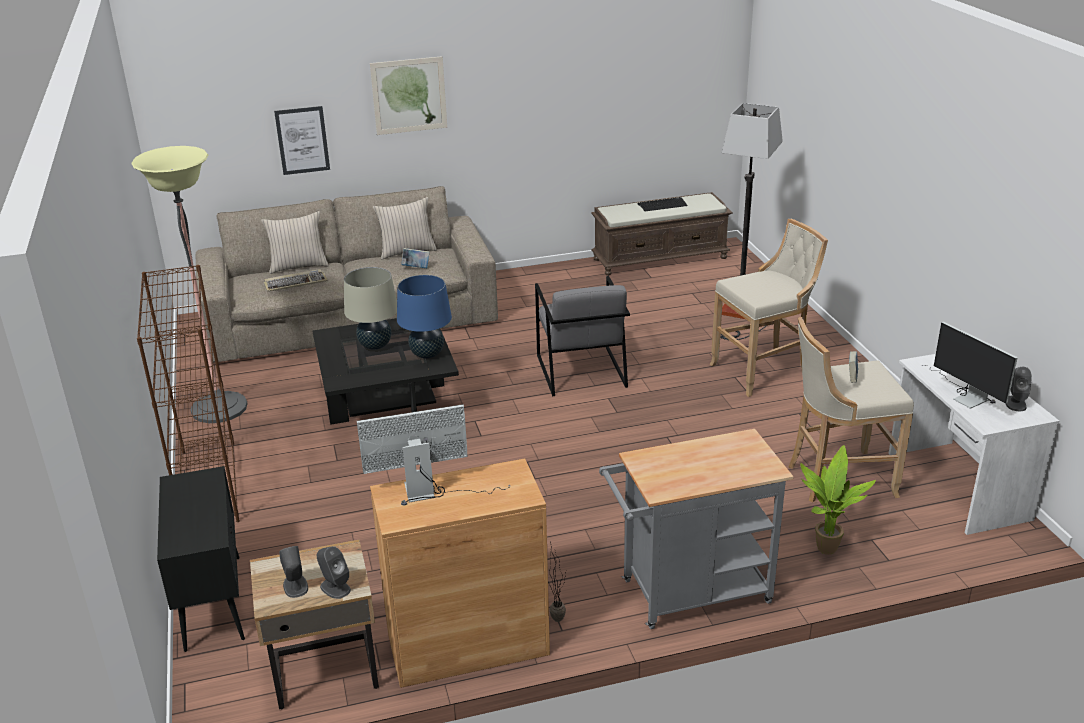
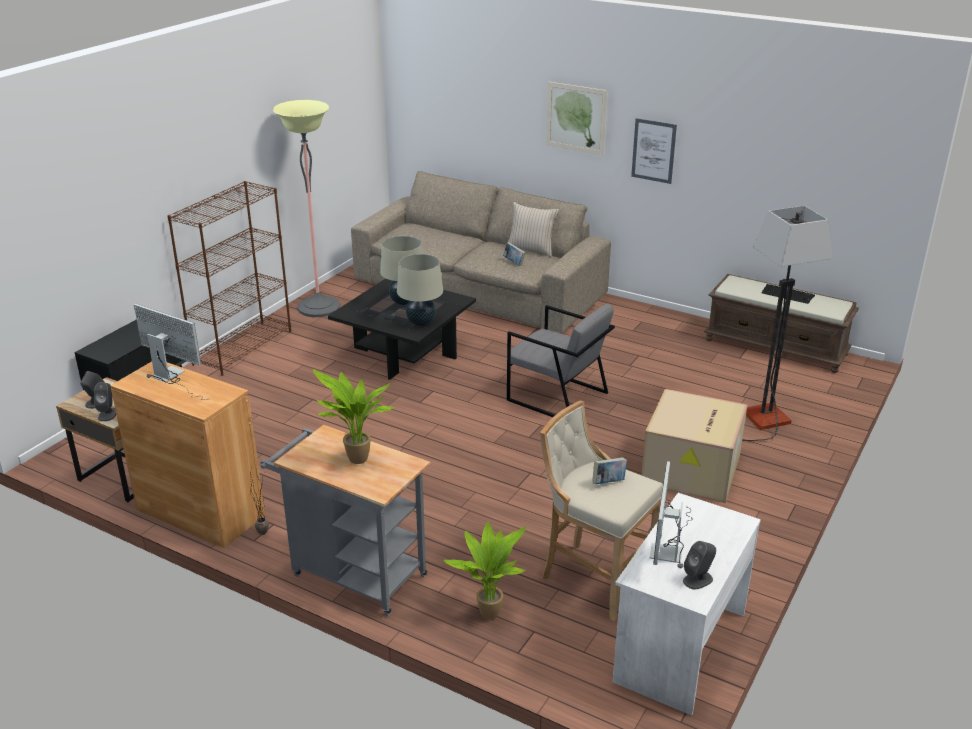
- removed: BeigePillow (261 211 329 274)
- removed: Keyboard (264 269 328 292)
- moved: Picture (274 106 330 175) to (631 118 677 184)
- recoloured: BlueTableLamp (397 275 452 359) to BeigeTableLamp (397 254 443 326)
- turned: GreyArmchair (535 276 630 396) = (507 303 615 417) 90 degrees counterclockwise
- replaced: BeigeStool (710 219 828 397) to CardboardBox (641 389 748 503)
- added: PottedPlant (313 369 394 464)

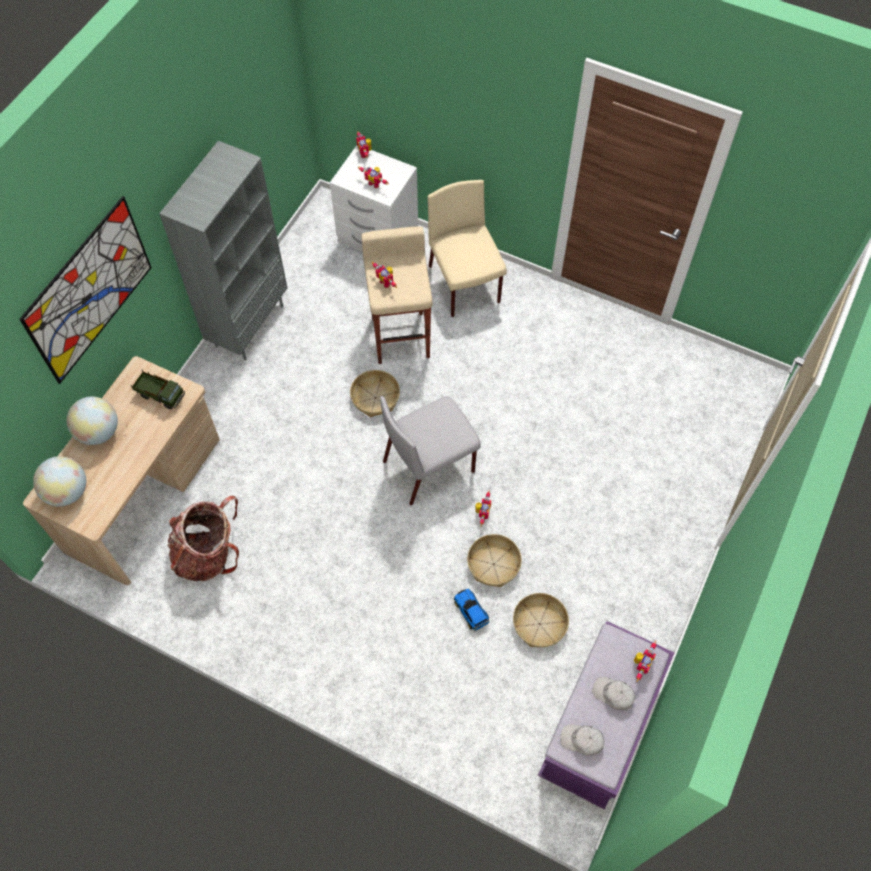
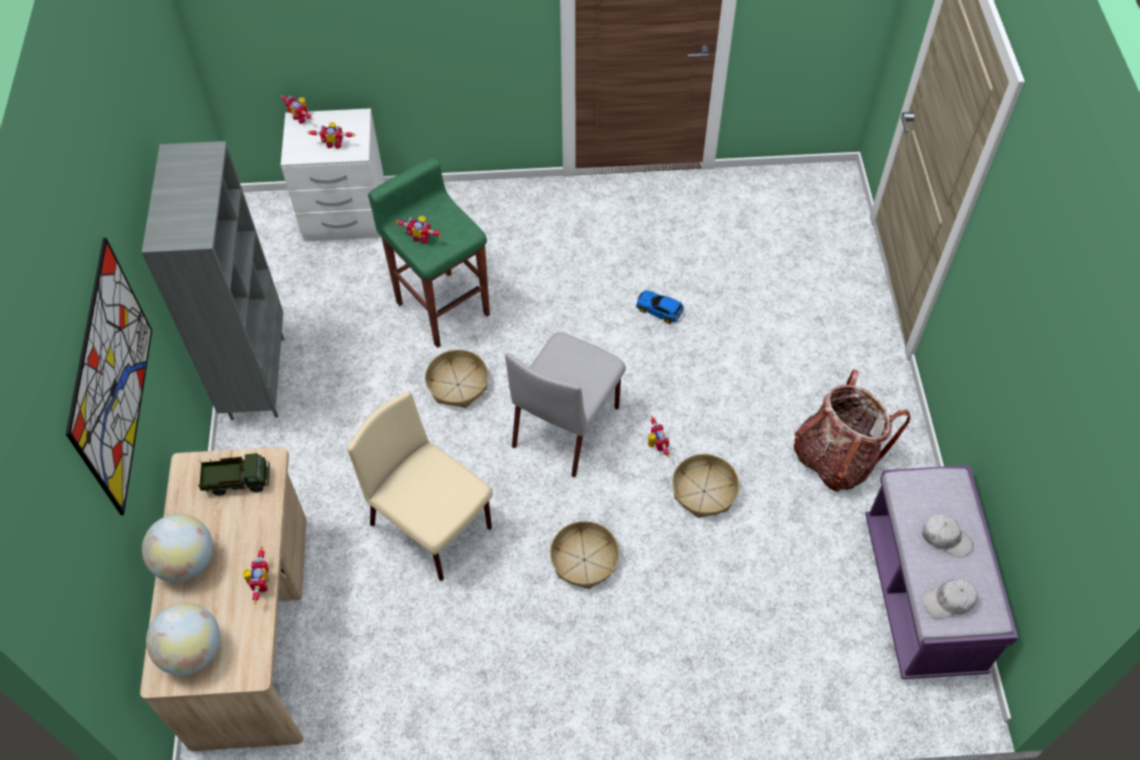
- moved: Backpack (167 496 239 581) to (794 370 911 492)
- recoloured: BeigeStool (361 226 432 364) to GreenStool (368 158 490 348)
- moved: BeigeChair (428 180 507 317) to (347 391 493 581)
- moved: ToyCar (454 589 489 631) to (636 290 684 324)
- moved: Basket (513 593 569 647) to (550 521 619 589)
- turned: WhiteCap (592 677 635 710) = (922 514 973 558) 150 degrees counterclockwise
- moved: ToyRobot (634 641 656 682) to (242 546 269 605)

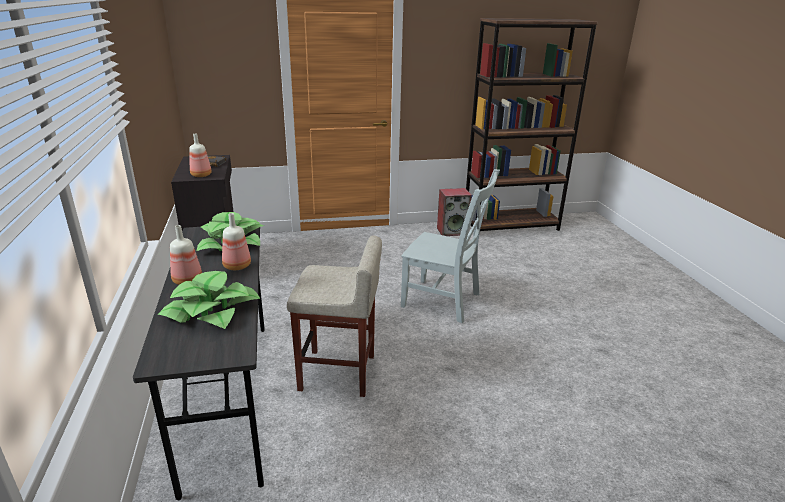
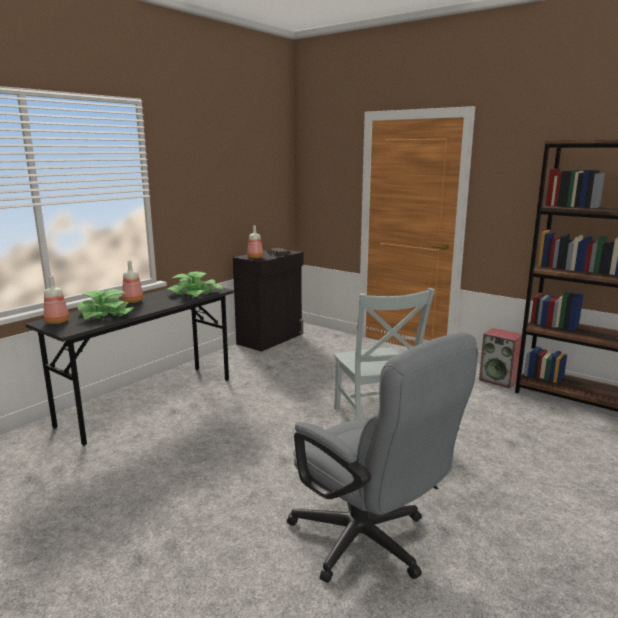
- moved: Bottle (222 213 251 270) to (44 276 69 324)
- removed: BeigeStool (287 236 382 397)
- added: GreyOfficeChair (287 332 478 583)

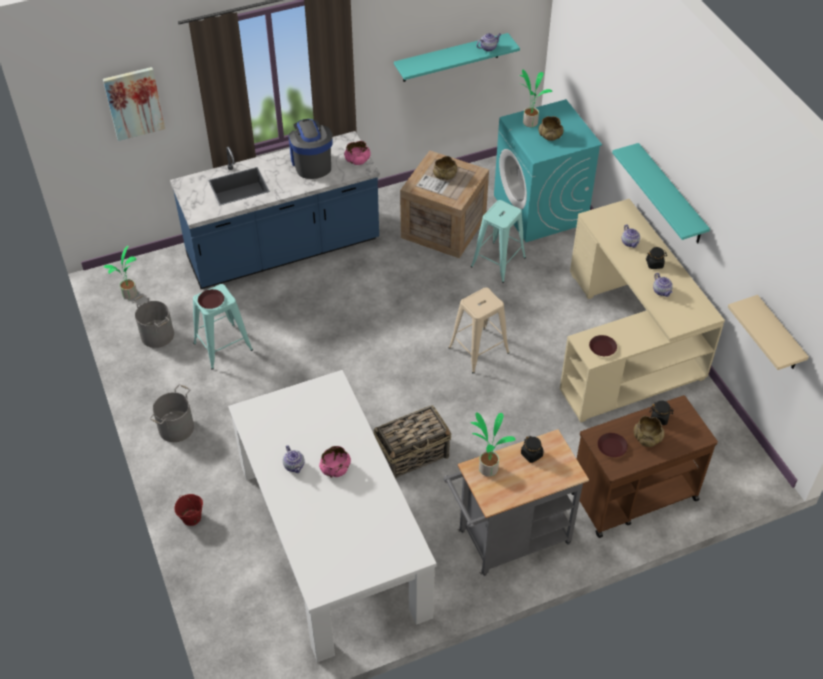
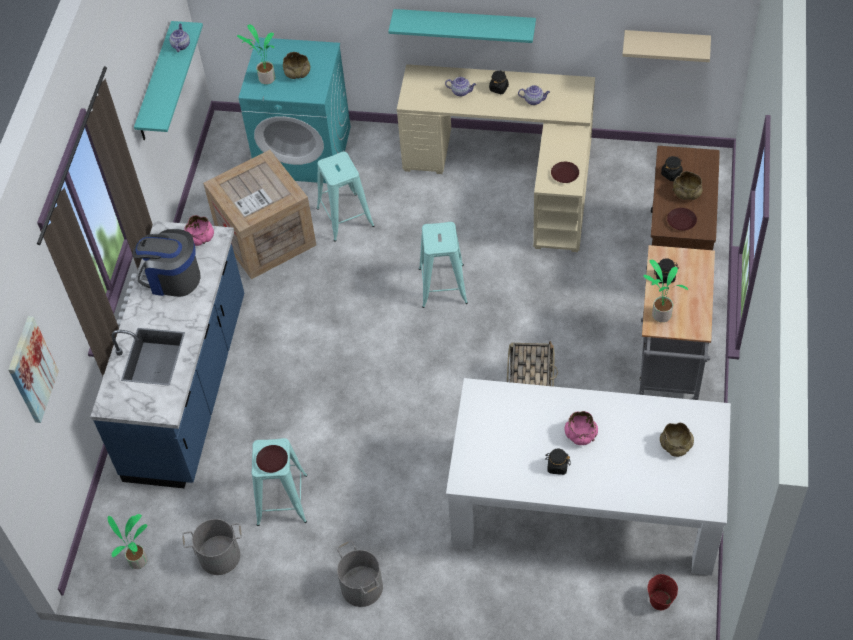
- moved: RedBucket (174 494 203 526) to (647 574 678 610)
- replaced: Teapot (283 445 305 473) to BlackJar (545 448 571 475)
- moved: BeigeBowl (433 156 457 180) to (660 422 694 457)
- recoloured: BeigeStool (448 287 510 373) to TurquoiseStool (419 222 468 308)

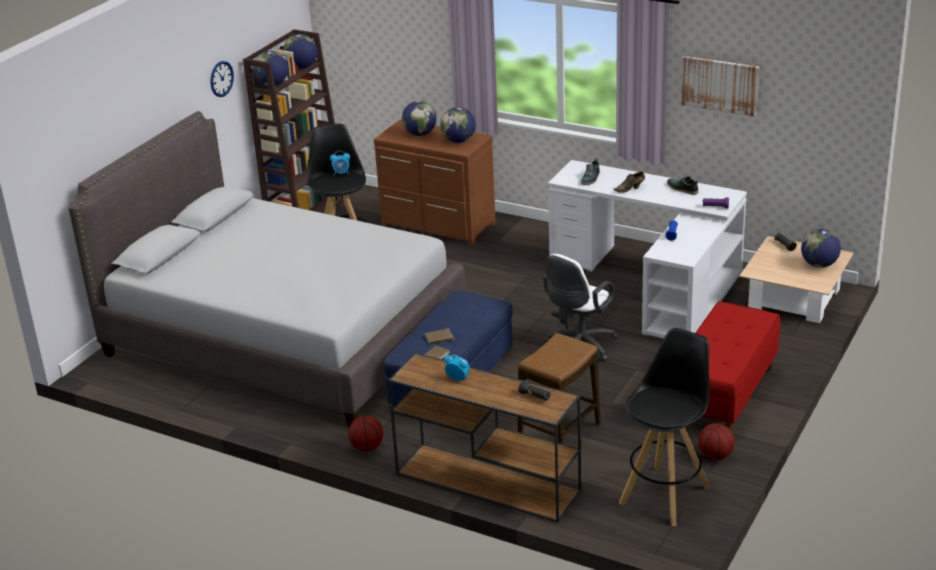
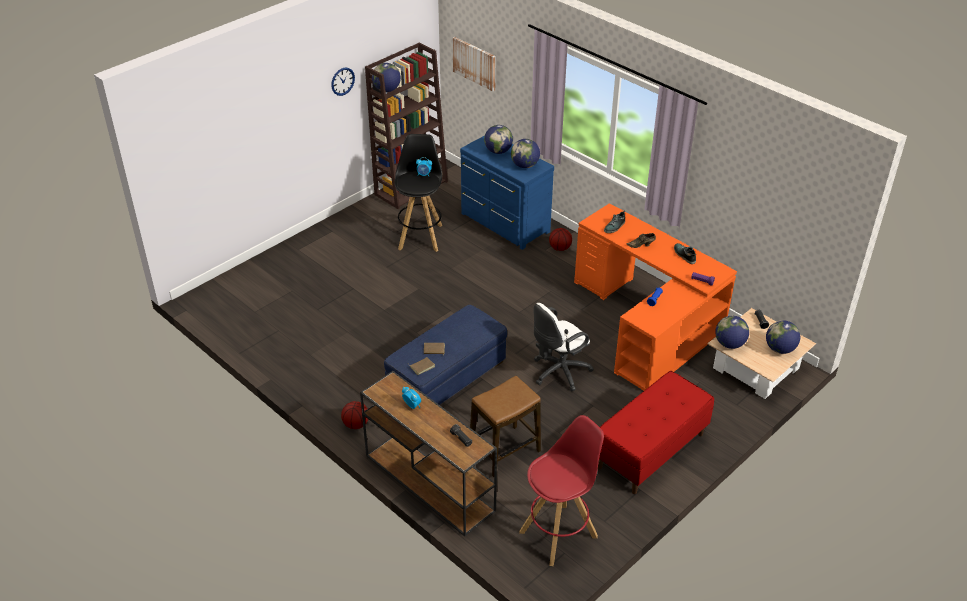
- removed: GreyBed (68 111 466 426)
- moved: Globe (284 34 317 69) to (715 316 749 349)
- recoloured: BrownDresser (374 119 496 245) to BlueDresser (460 135 554 250)
- recoloured: WhiteDesk (548 160 747 338) to OrangeDesk (574 203 737 391)
- recoloured: BlackStool (619 328 711 526) to RedStool (519 415 604 566)
- moved: Picture (681 56 759 117) to (453 37 496 91)
- moved: Basketball (698 423 735 460) to (549 228 572 251)

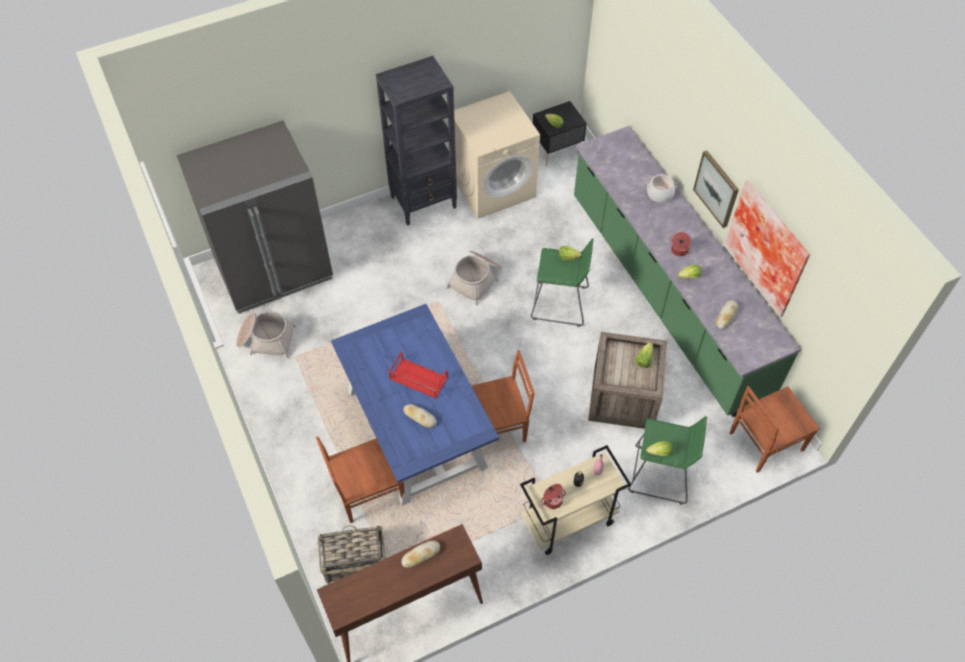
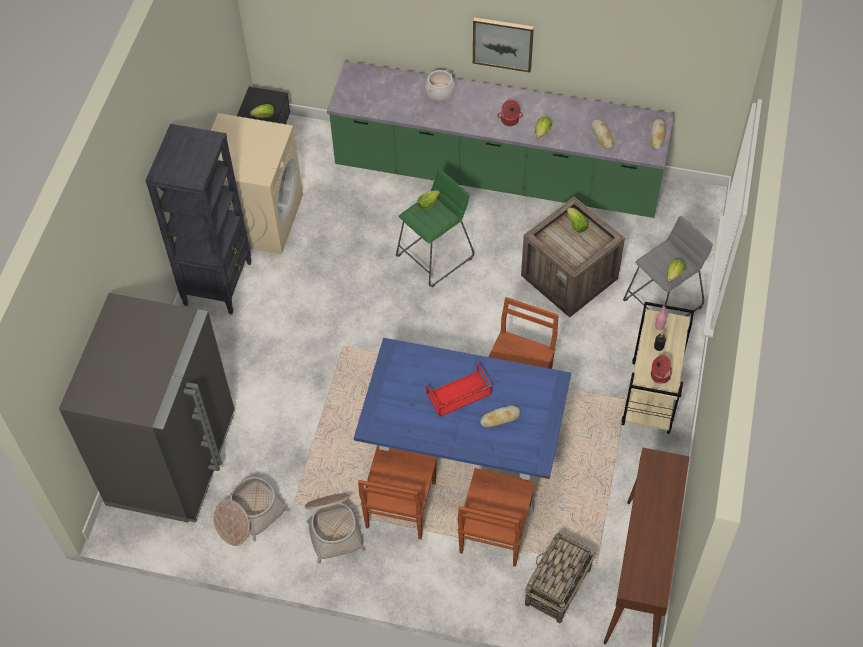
- moved: Bread (402 541 440 568) to (650 119 666 150)
- moved: Basket (446 251 502 305) to (305 493 365 564)
- recoloured: GreenStool (628 416 707 505) to GreyStool (623 216 713 317)
- removed: Picture (724 180 810 317)
- moved: BrownChair (730 386 820 473) to (358 445 437 539)

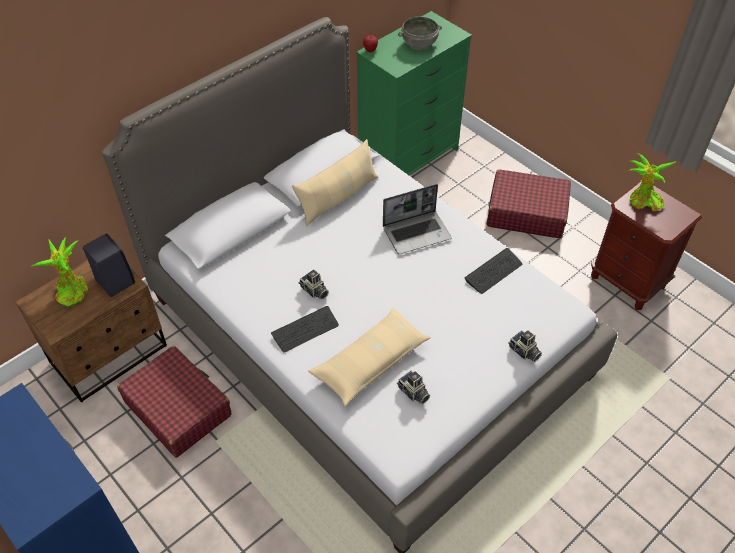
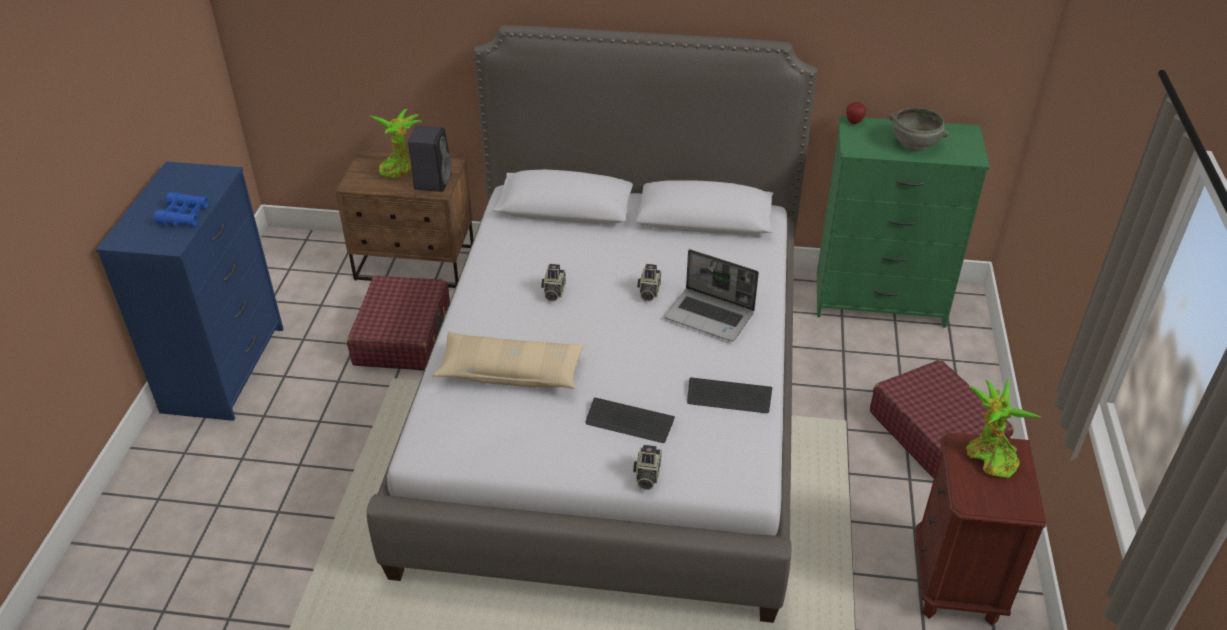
- moved: Keyboard (271 306 339 353) to (585 398 675 443)
- removed: BeigePillow (292 139 378 226)
- moved: PhotoCamera (397 371 430 404) to (637 264 661 302)
- added: BlueBinoculars (154 192 209 227)

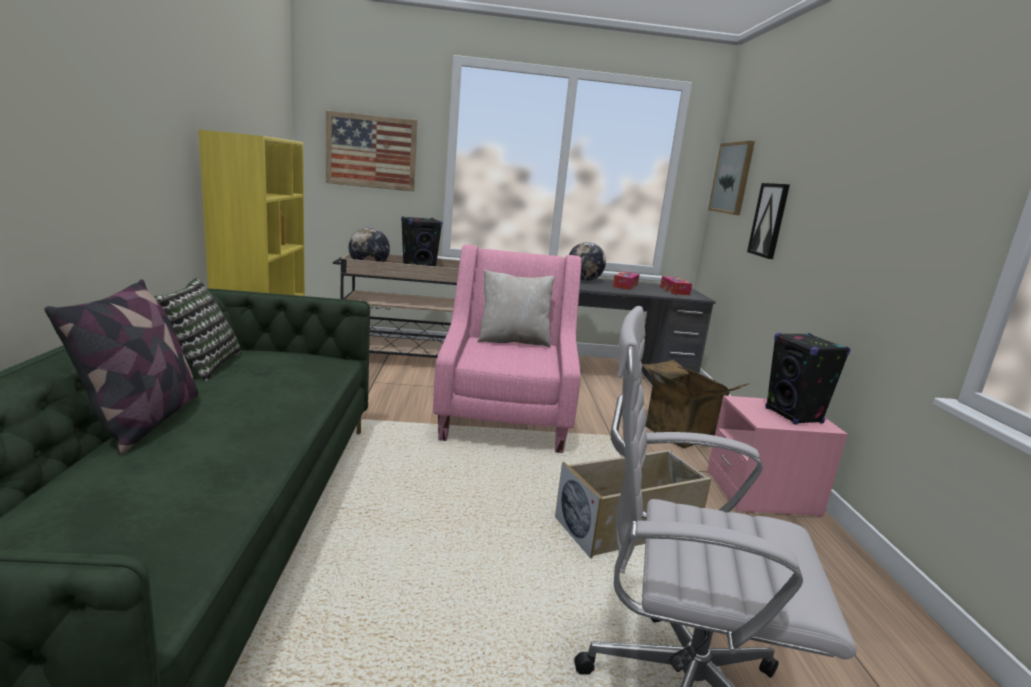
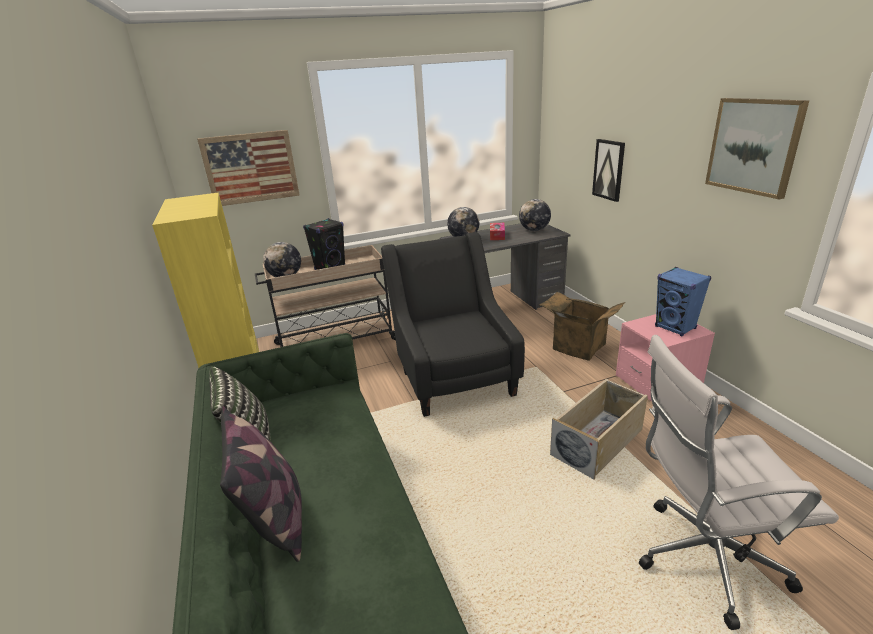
- recoloured: PinkArmchair (433 245 582 453) to BlackArmchair (381 232 525 417)
- removed: BeigePillow (477 270 555 348)
- replaced: TissueBox (660 276 692 295) to Globe (519 199 551 231)
- moved: Picture (708 141 755 215) to (705 98 809 199)
- recoloured: BlackSpeaker (766 333 850 425) to BlueSpeaker (655 267 711 336)

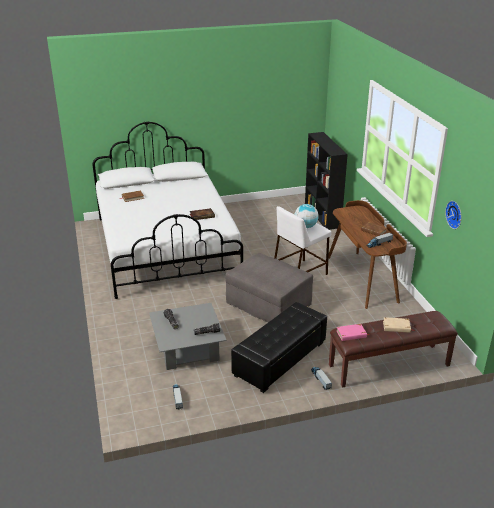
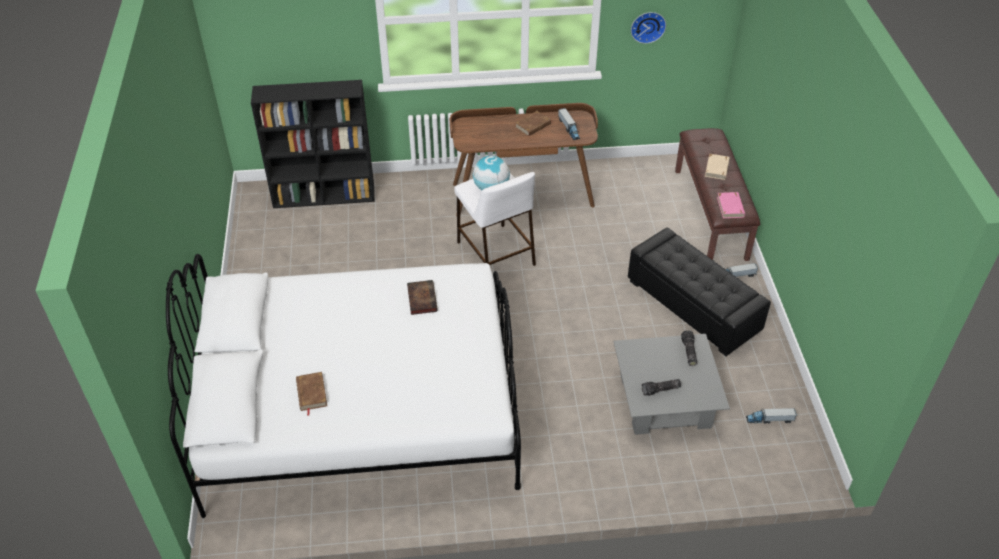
- removed: GreyOttoman (225 253 313 322)

